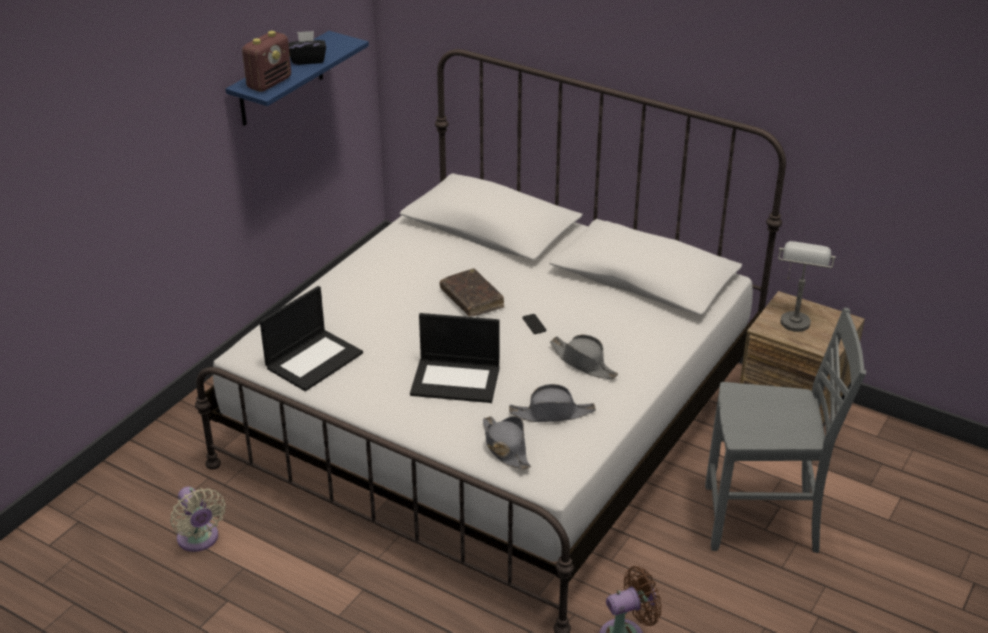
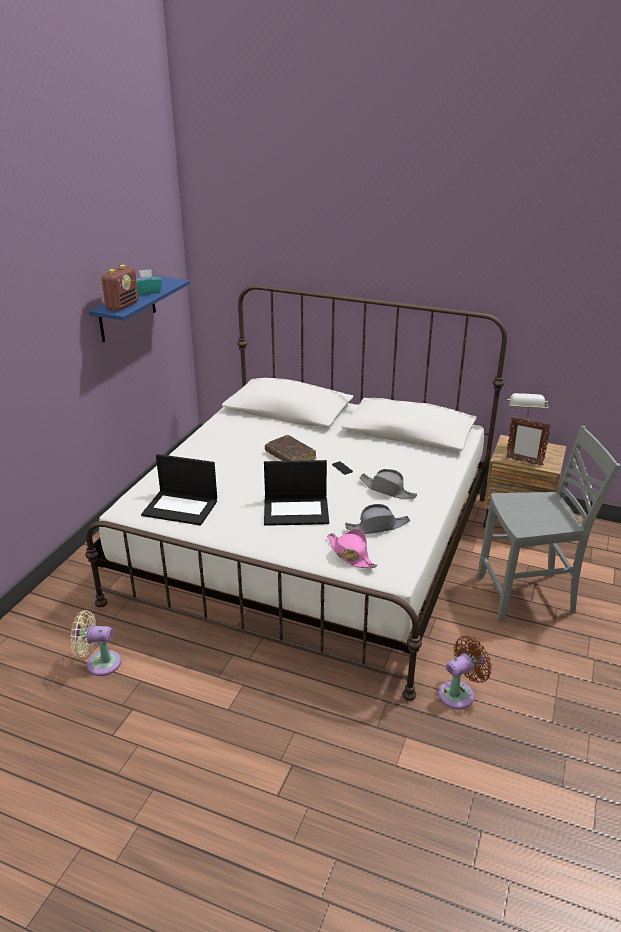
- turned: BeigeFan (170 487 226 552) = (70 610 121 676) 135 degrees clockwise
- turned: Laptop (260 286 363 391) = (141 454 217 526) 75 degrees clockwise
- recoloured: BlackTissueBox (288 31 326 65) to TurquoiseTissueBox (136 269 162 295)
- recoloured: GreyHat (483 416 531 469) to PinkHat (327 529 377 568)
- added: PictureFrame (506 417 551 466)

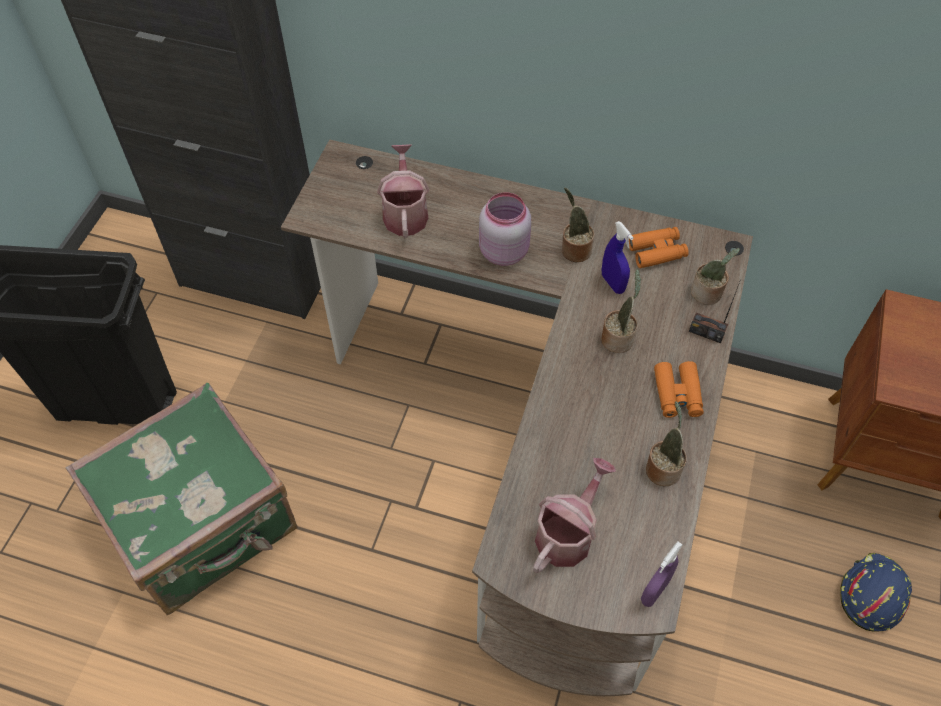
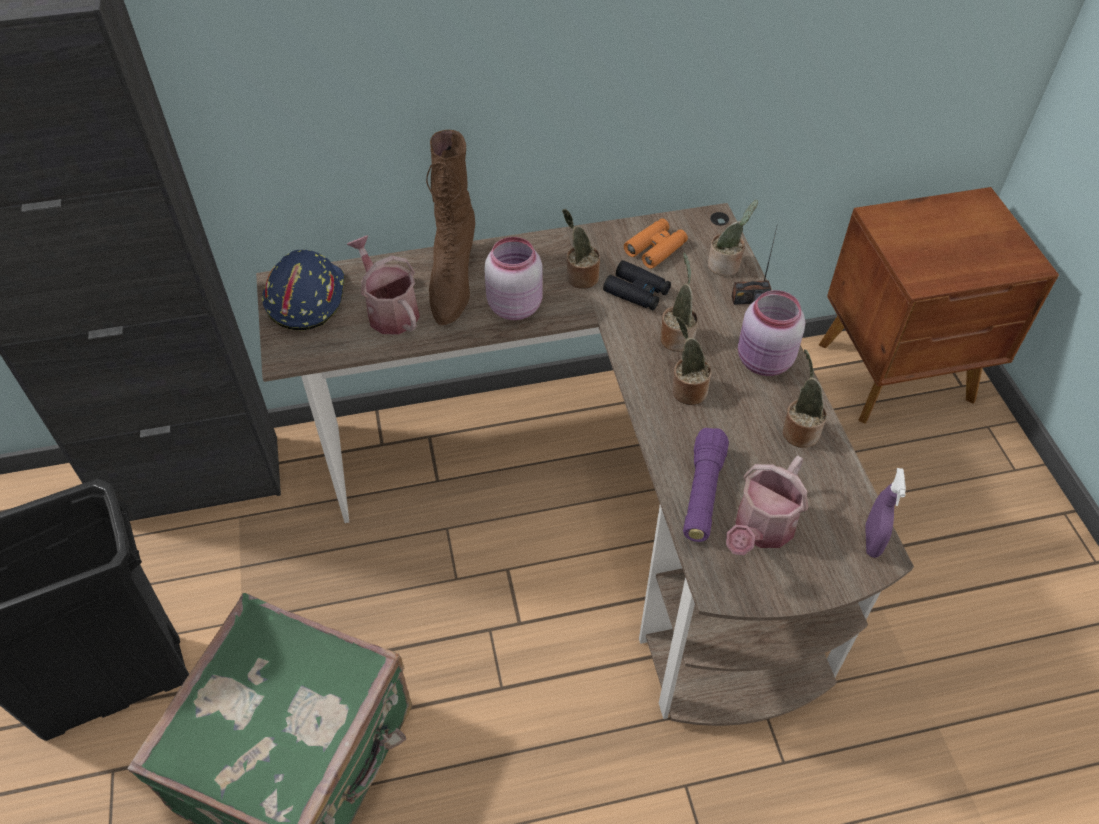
- turned: WateringCan (533 458 616 573) = (726 456 808 555) 150 degrees counterclockwise
- replaced: BlueSprayBottle (602 221 634 294) to BlackBinoculars (603 260 671 310)
- replaced: OrangeBinoculars (654 361 704 418) to PinkJar (738 290 805 376)
- moved: BlueHardHat (840 553 912 632) to (262 250 345 330)
- added: BrownBoot (426 130 475 325)
- added: PottedPlant (672 317 712 405)
- added: PurpleFlashlight (683 428 729 542)

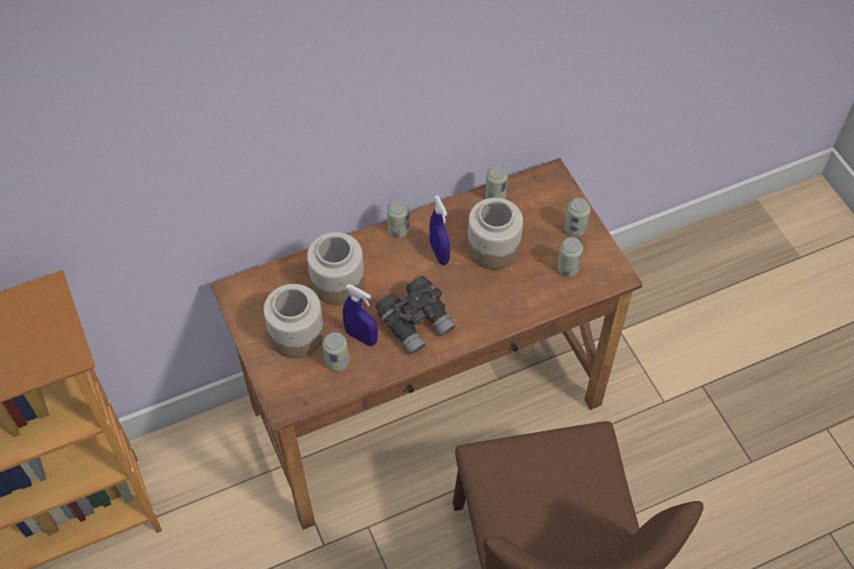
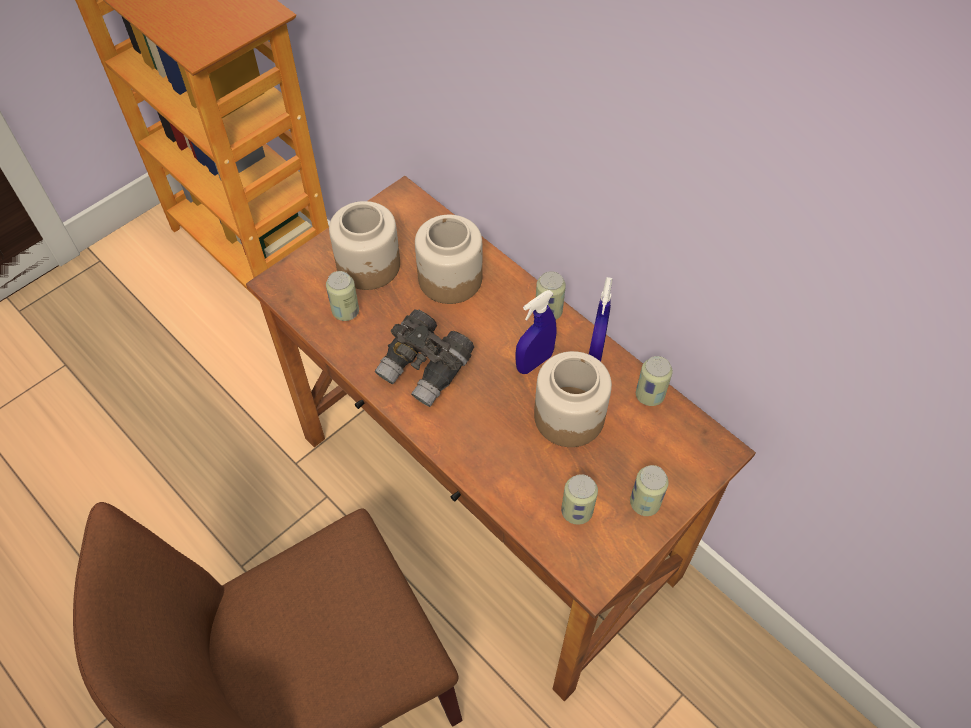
- moved: BlueSprayBottle (343 284 378 346) to (589 277 613 362)

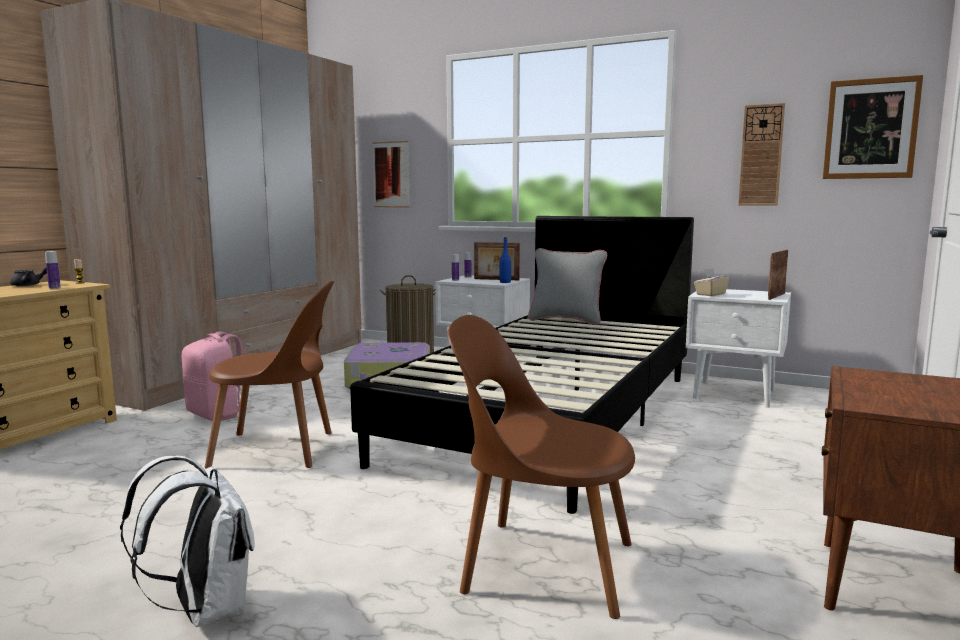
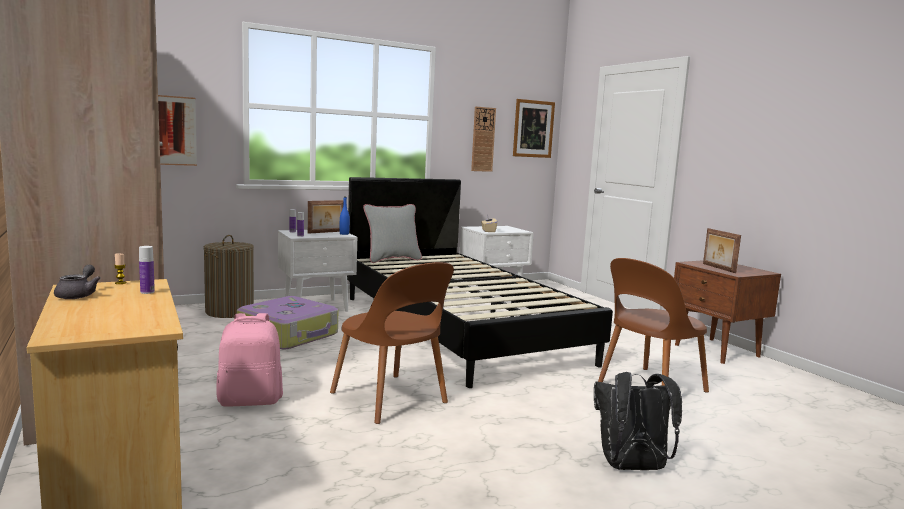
- recoloured: WhiteBackpack (120 456 255 627) to BlackBackpack (594 372 682 470)
- turned: BrownChair (204 281 334 469) = (330 262 454 424) 105 degrees clockwise
- moved: PictureFrame (768 250 788 300) to (703 228 741 273)

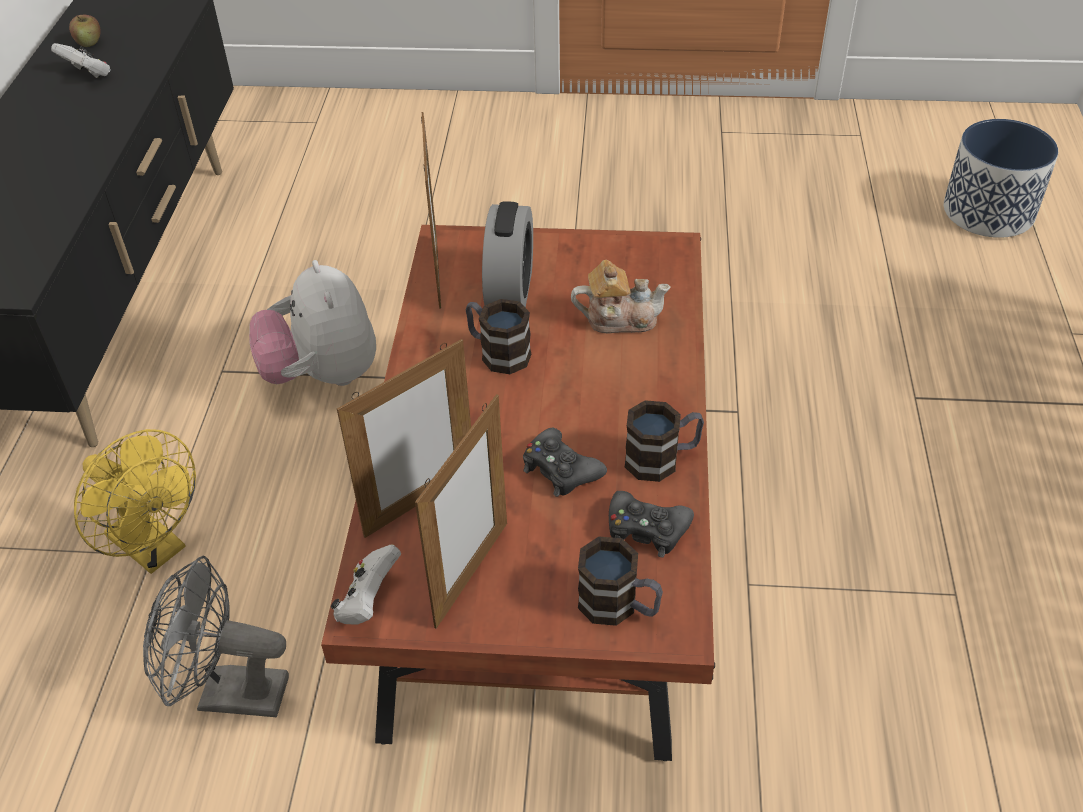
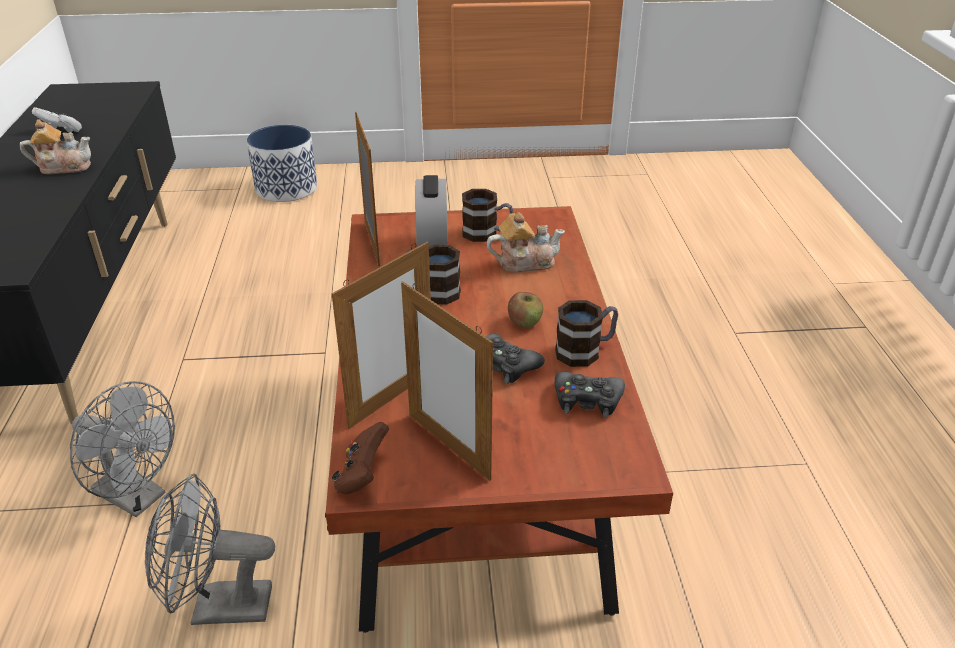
- moved: Apple (69 15 100 47) to (508 292 543 328)
- recoloured: YellowFan (74 429 196 574) to GreyFan (70 381 175 517)
- removed: PlushToy (249 260 376 386)
- recoloured: WhiteGameController (331 544 401 625) to BrownGameController (332 422 389 494)
- turned: PictureFrame (415 394 507 629) = (401 281 493 481) 120 degrees clockwise
- moved: Mug (578 537 663 626) to (462 189 514 242)
- moved: Planter (944 119 1058 238) to (247 125 317 202)
- added: Teapot (20 119 91 174)

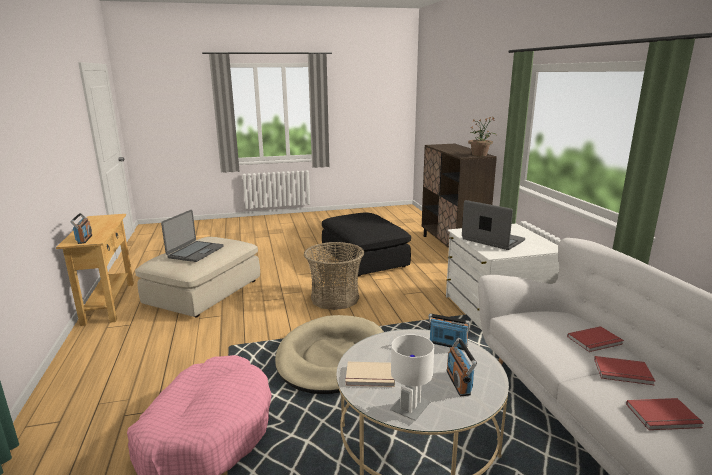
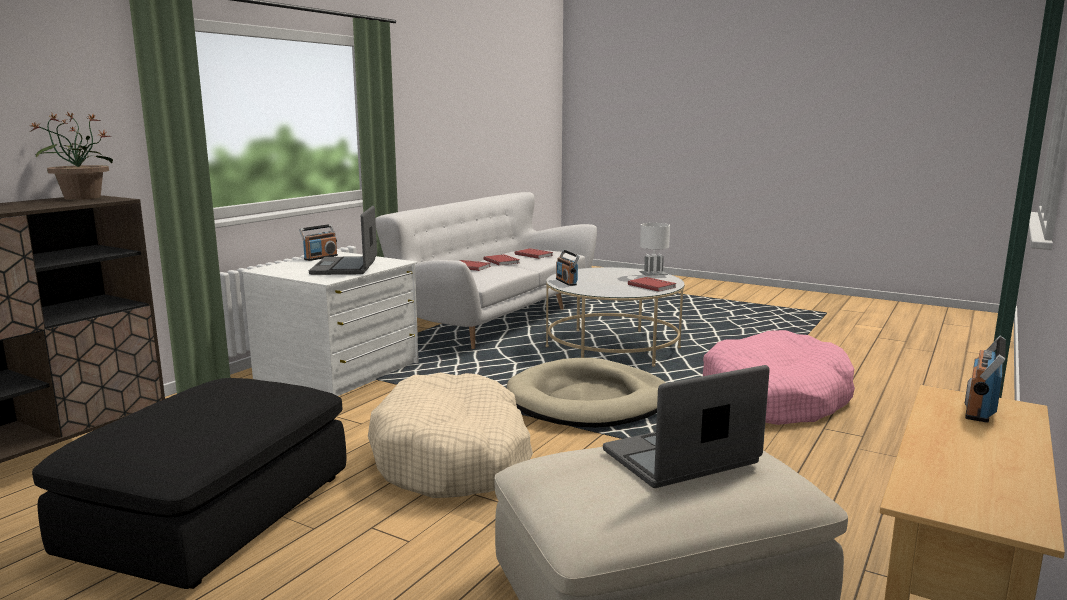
- replaced: Basket (304 242 364 310) to BeigeDogBed (368 373 533 498)
- recoloured: BeigeBook (345 362 395 387) to RedBook (628 277 676 292)
- moved: Radio (447 338 477 396) to (299 224 338 261)

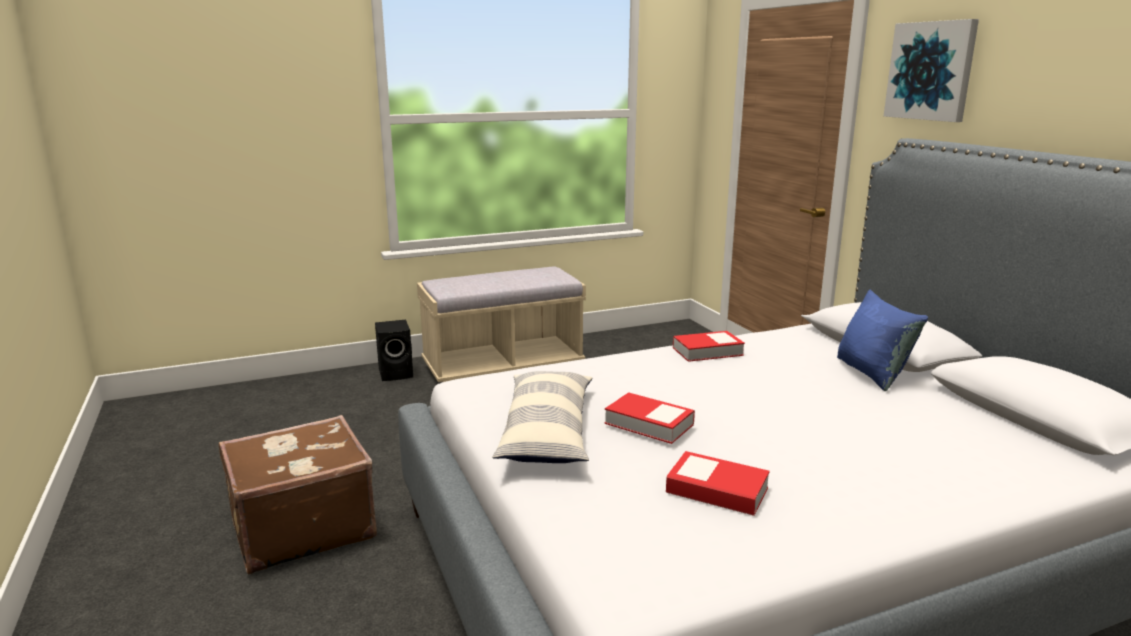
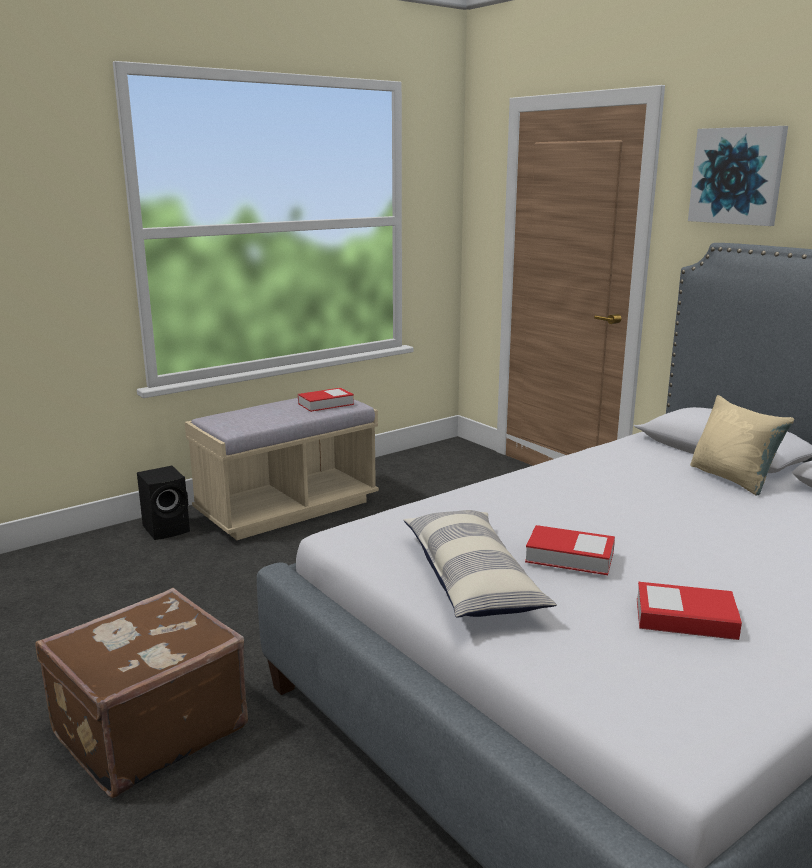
- moved: Book (673 331 745 362) to (298 388 354 412)
- recoloured: BluePillow (837 289 928 391) to BeigePillow (690 395 794 495)

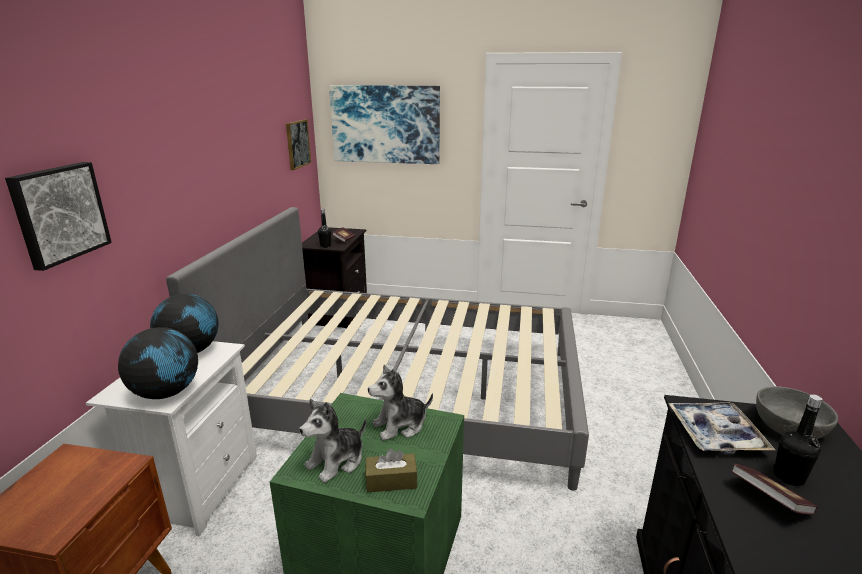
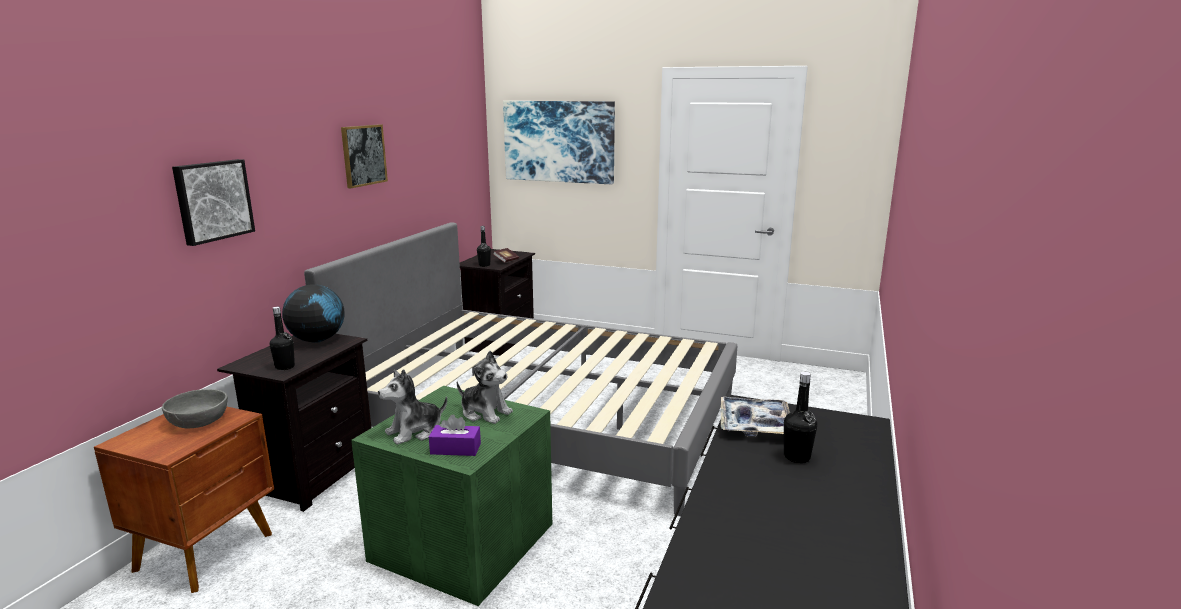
- recoloured: WhiteNightstand (86 341 257 537) to BlackNightstand (217 334 371 512)
- replaced: Globe (118 327 198 399) to BlackBottle (270 307 295 370)
- moved: Picture (286 119 311 170) to (341 124 388 188)
- recoloured: BrownTissueBox (365 448 417 493) to PurpleTissueBox (429 415 481 456)
- turned: PlushToy (368 365 433 441) = (457 351 513 424) 135 degrees counterclockwise
- removed: Book (731 464 818 515)
- moved: GreyBowl (756 386 838 439) to (162 389 228 428)

